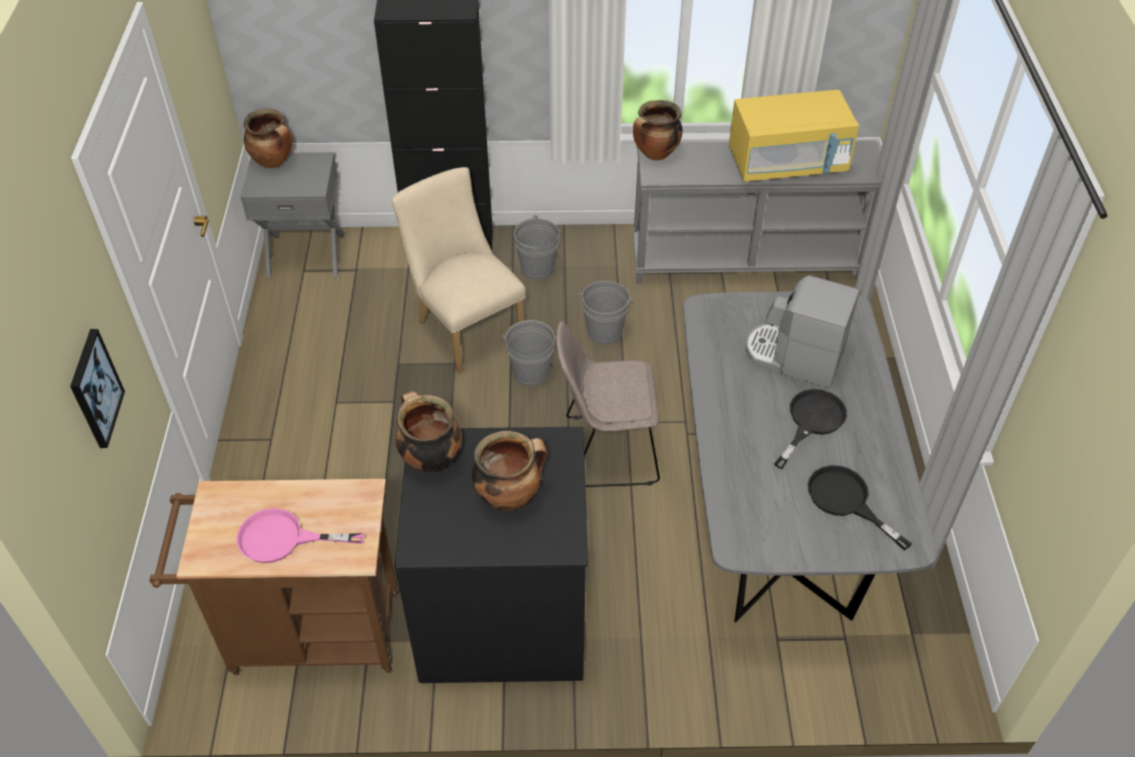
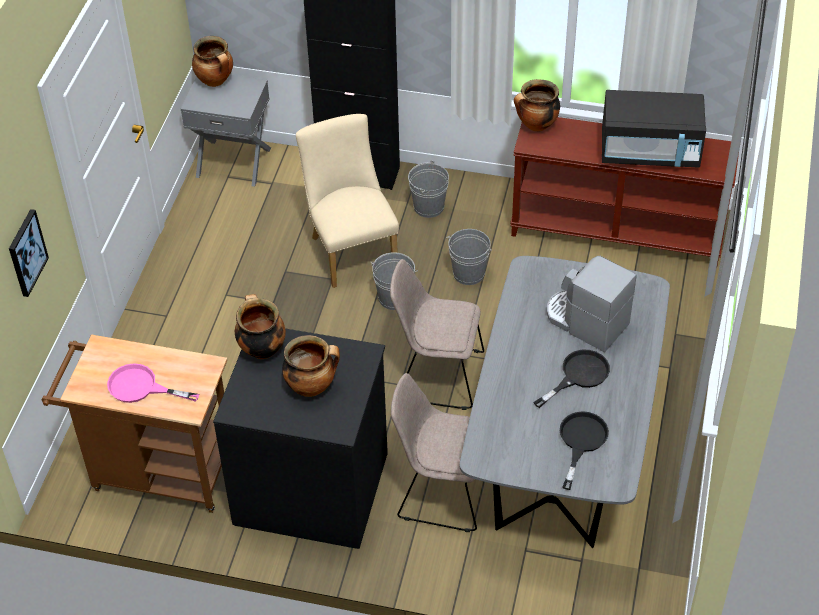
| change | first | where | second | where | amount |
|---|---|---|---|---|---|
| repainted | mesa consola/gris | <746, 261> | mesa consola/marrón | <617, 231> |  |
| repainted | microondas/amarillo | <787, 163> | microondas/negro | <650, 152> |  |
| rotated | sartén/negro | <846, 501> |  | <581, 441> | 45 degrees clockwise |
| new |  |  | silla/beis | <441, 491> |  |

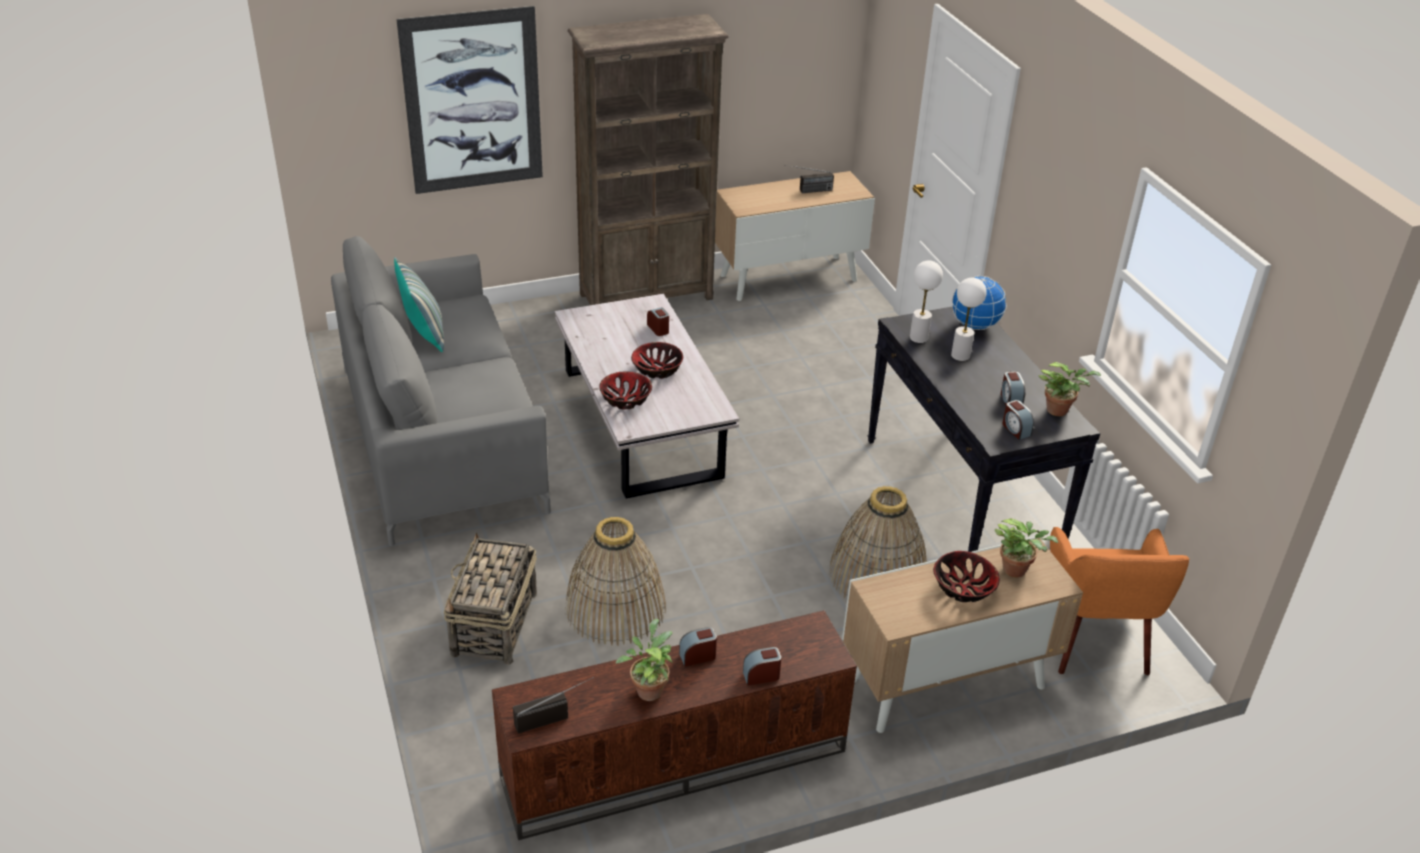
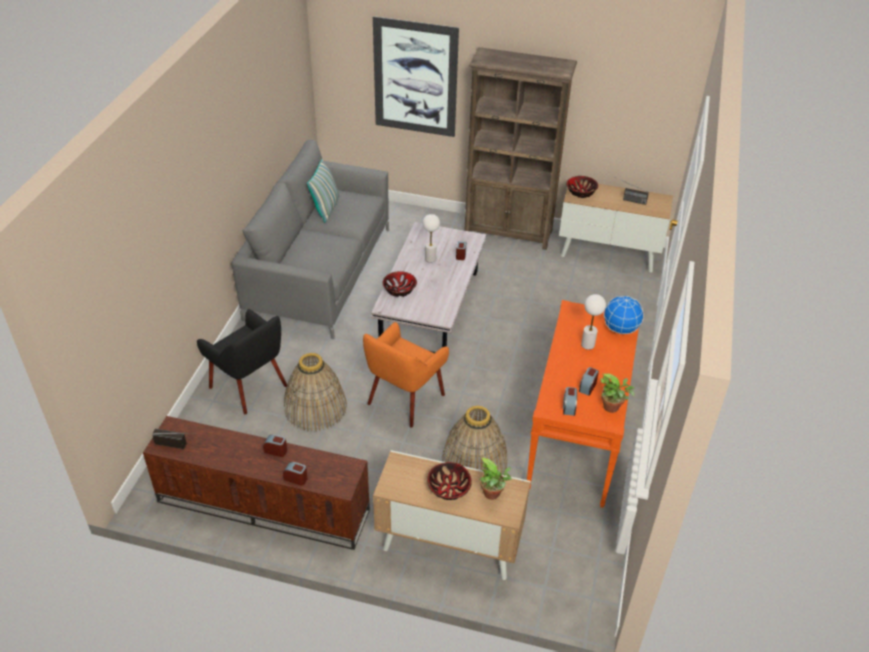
| change | first | where | second | where | amount |
|---|---|---|---|---|---|
| swapped | cesta | <494, 625> | sillón/negro | <249, 386> |  |
| gone | planta en maceta | <648, 689> |  |  |  |
| shifted | cuenco | <657, 370> |  | <580, 192> |  |
| repainted | mesa consola/negro | <961, 496> | mesa consola/naranja | <576, 439> |  |
| shifted | lámpara de mesa/blanco | <918, 338> |  | <430, 259> |  |
| shifted | sillón/naranja | <1094, 641> |  | <404, 399> |  |

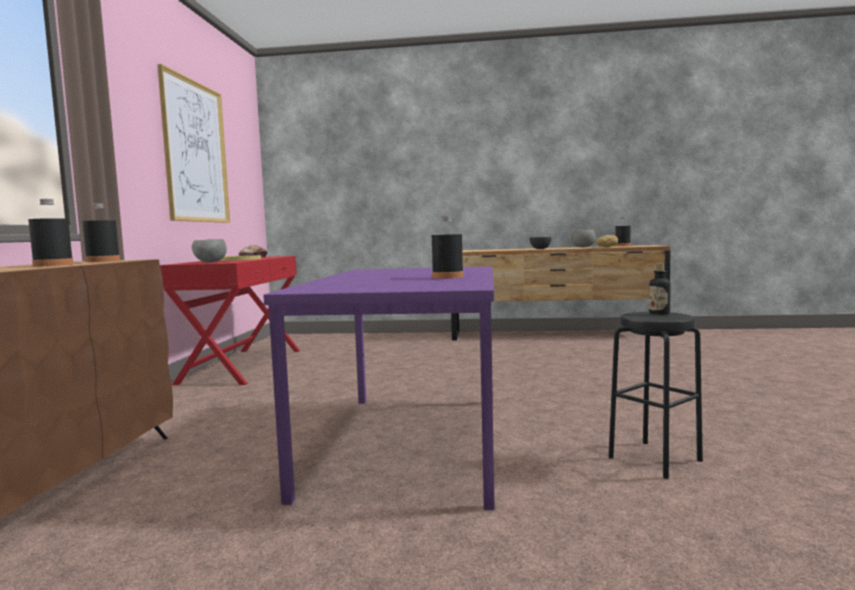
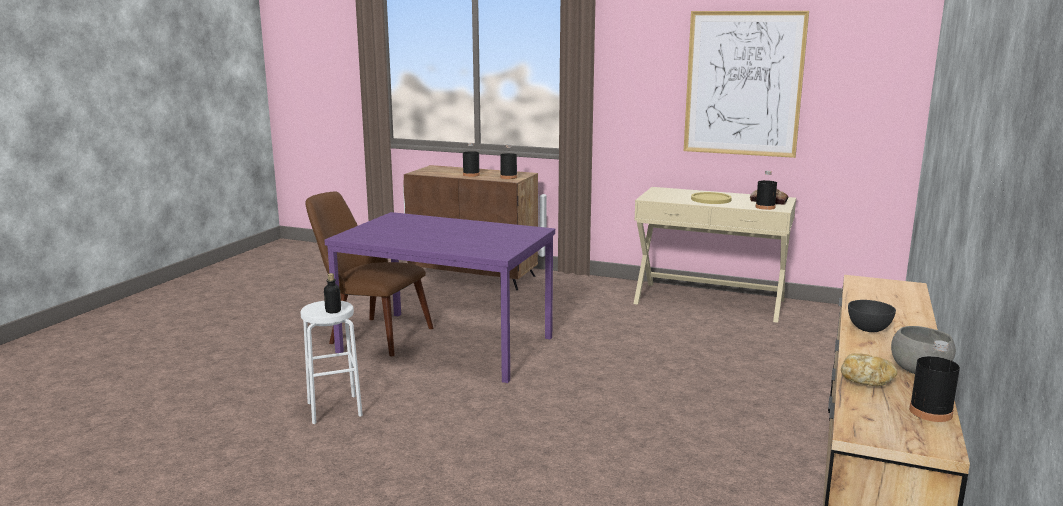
| change | first | where | second | where | amount |
|---|---|---|---|---|---|
| repainted | mesa consola/rojo | <243, 365> | mesa consola/beis | <709, 301> |  |
| gone | cuenco/gris | <211, 262> |  |  |  |
| shifted | botella/negro | <447, 277> |  | <765, 207> |  |
| repainted | taburete/negro | <654, 459> | taburete/blanco | <334, 409> |  |
| new |  |  | silla/marrón | <370, 334> |  |

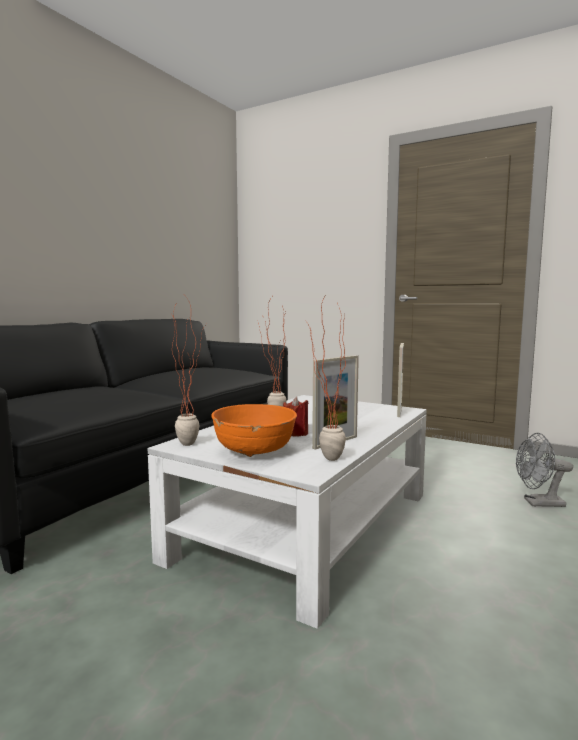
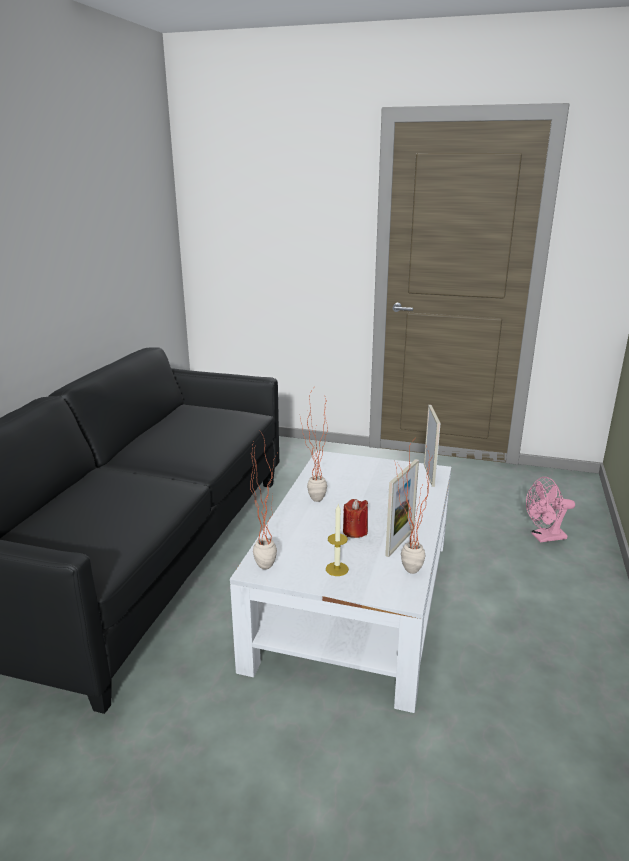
| change | first | where | second | where | amount |
|---|---|---|---|---|---|
| swapped | cuenco/naranja | <255, 451> | vela | <337, 569> |  |
| repainted | ventilador/gris | <538, 503> | ventilador/rosa | <544, 537> |  |

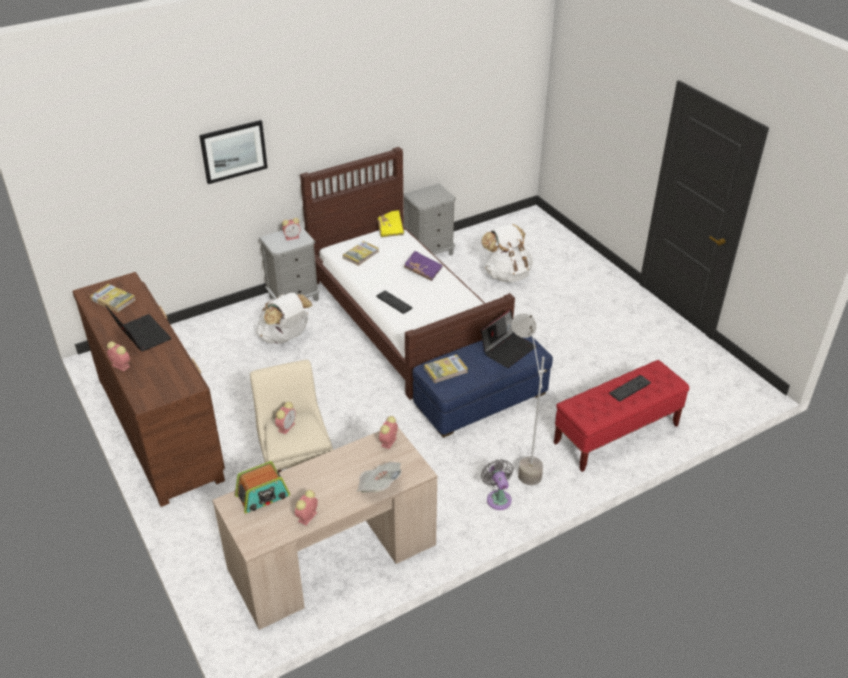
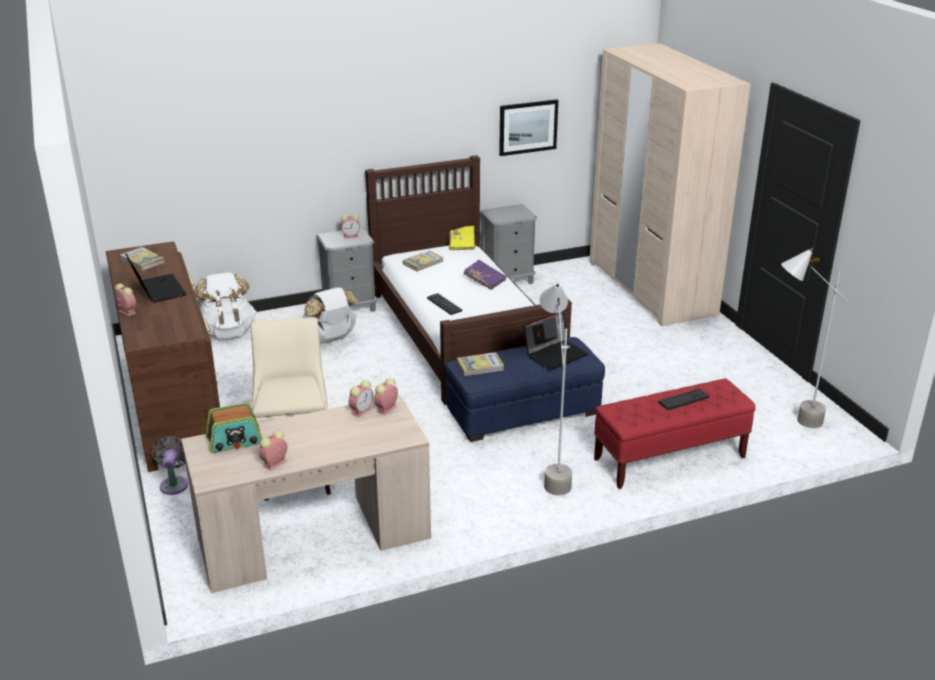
| change | first | where | second | where | amount |
|---|---|---|---|---|---|
| shifted | cuadro | <233, 151> |  | <528, 127> |  |
| shifted | despertador | <286, 426> |  | <361, 410> |  |
| gone | periódico | <378, 485> |  |  |  |
| shifted | mochila/blanco | <507, 274> |  | <228, 331> |  |
| shifted | ventilador/gris | <498, 498> |  | <174, 484> |  |
| new |  |  | armario ropero/beis | <650, 287> |  |
| new |  |  | lámpara de pie/gris | <789, 422> |  |

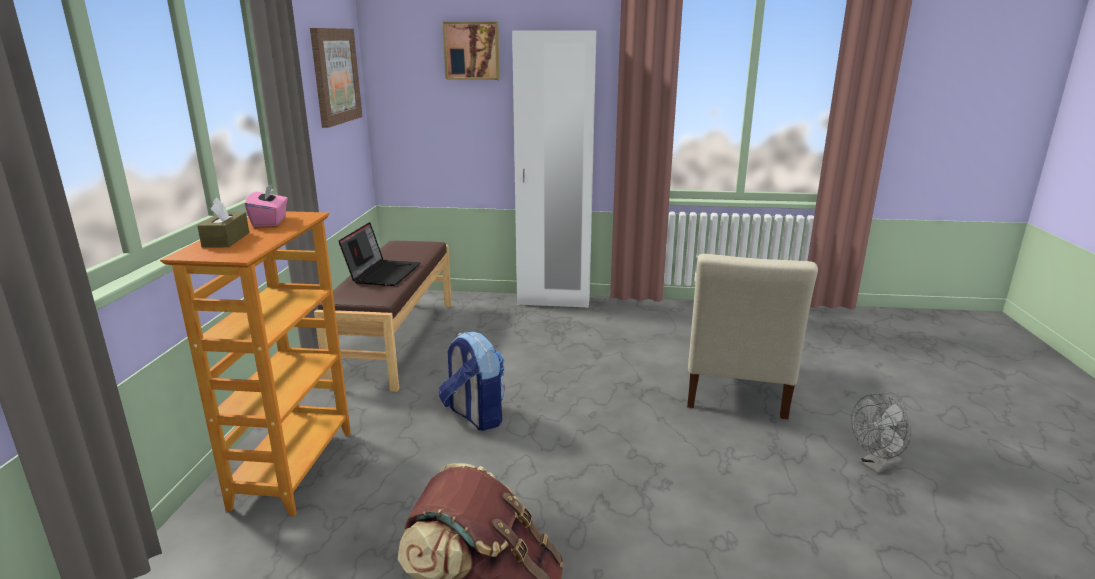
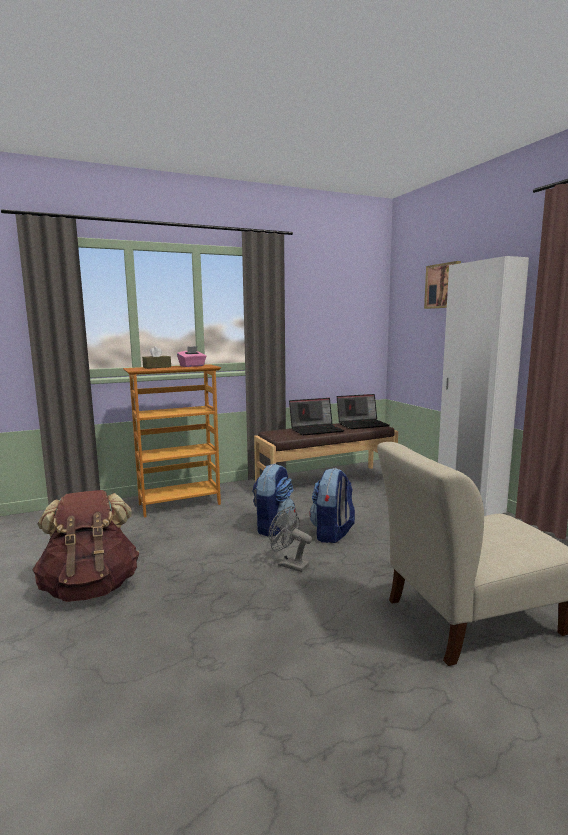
| change | first | where | second | where | amount |
|---|---|---|---|---|---|
| gone | cuadro | <335, 76> |  |  |  |
| shifted | ventilador/gris | <876, 466> |  | <289, 564> |  |
| new |  |  | mochila | <332, 534> |  |
| new |  |  | portátil | <363, 424> |  |

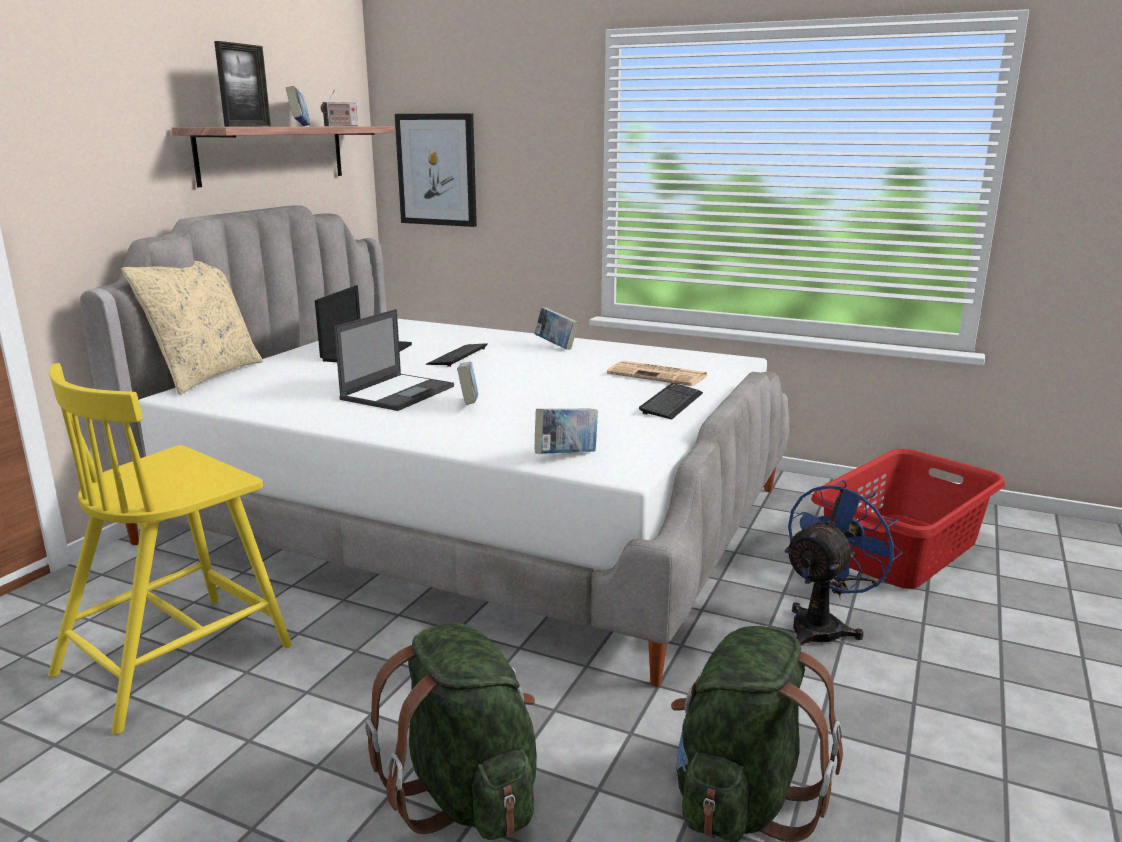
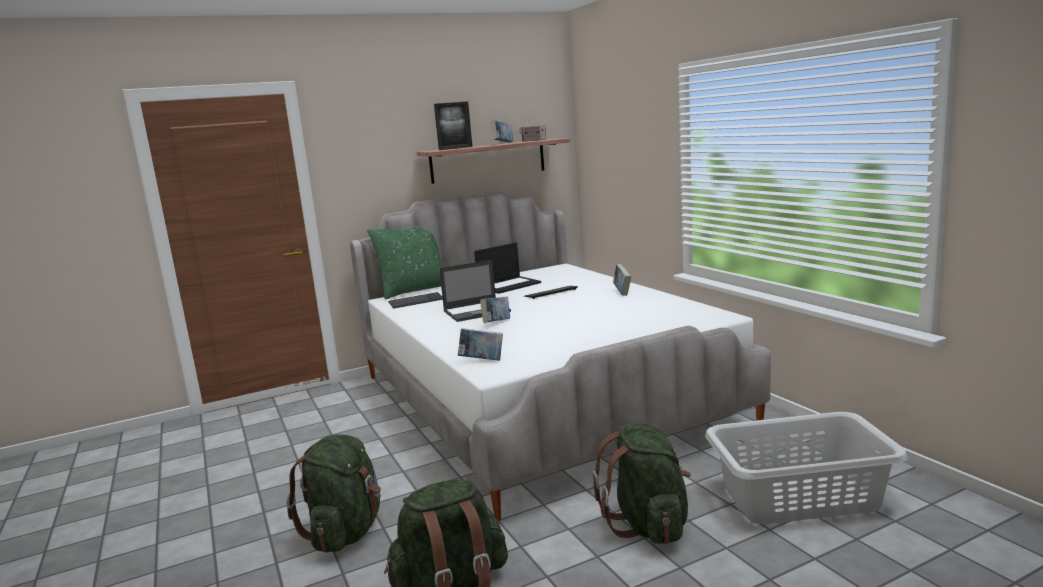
| change | first | where | second | where | amount |
|---|---|---|---|---|---|
| gone | silla/amarillo | <177, 657> |  |  |  |
| repainted | cojín/beis | <205, 376> | cojín/verde | <413, 290> |  |
| gone | cuadro | <437, 170> |  |  |  |
| gone | periódico | <659, 375> |  |  |  |
| shifted | teclado | <671, 403> |  | <416, 302> |  |
| swapped | ventilador/azul | <823, 626> | mochila/verde | <648, 524> |  |
| repainted | cesto de la ropa/rojo | <903, 550> | cesto de la ropa/gris | <801, 497> |  |

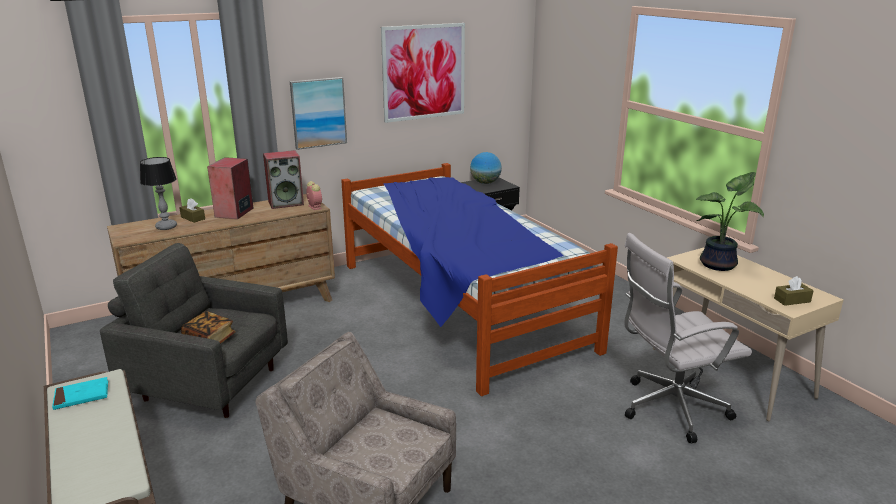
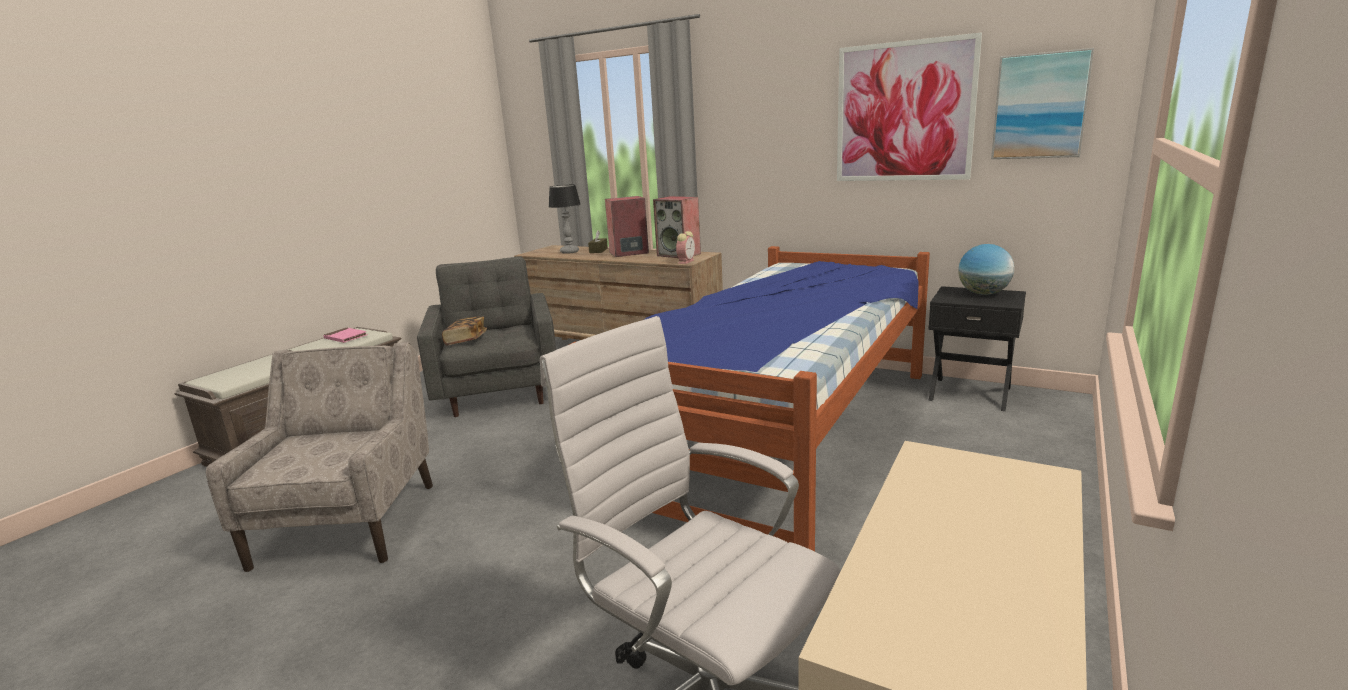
| change | first | where | second | where | amount |
|---|---|---|---|---|---|
| repainted | libro/turquesa | <81, 396> | libro/rosa | <346, 337> |  |
| shifted | cuadro | <318, 112> |  | <1040, 106> |  |
| gone | planta en maceta | <720, 265> |  |  |  |
| gone | caja de pañuelos/marrón | <792, 300> |  |  |  |

